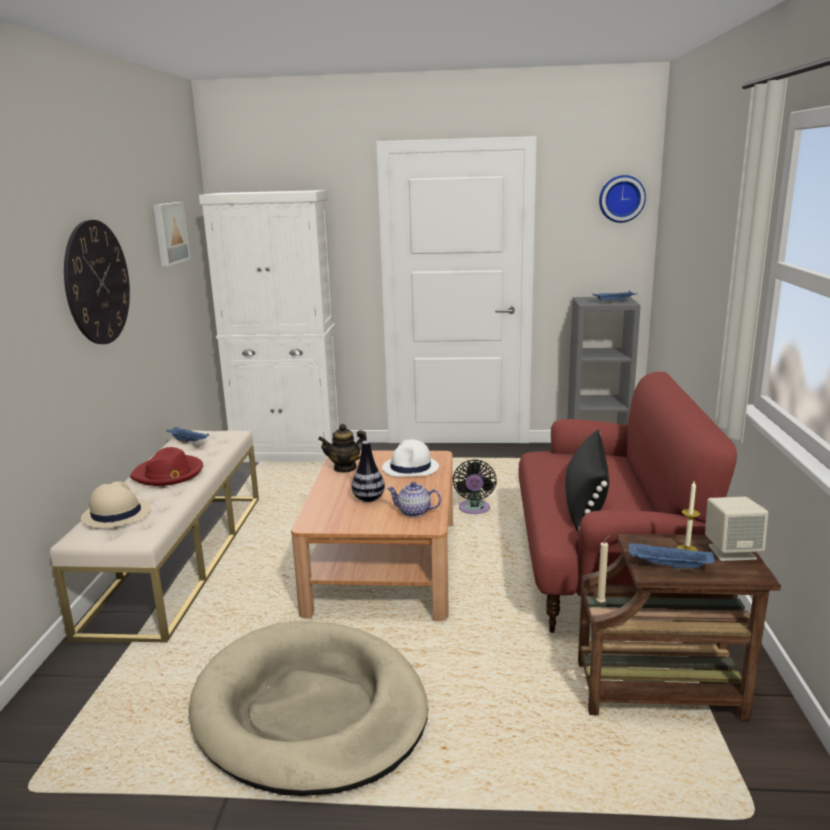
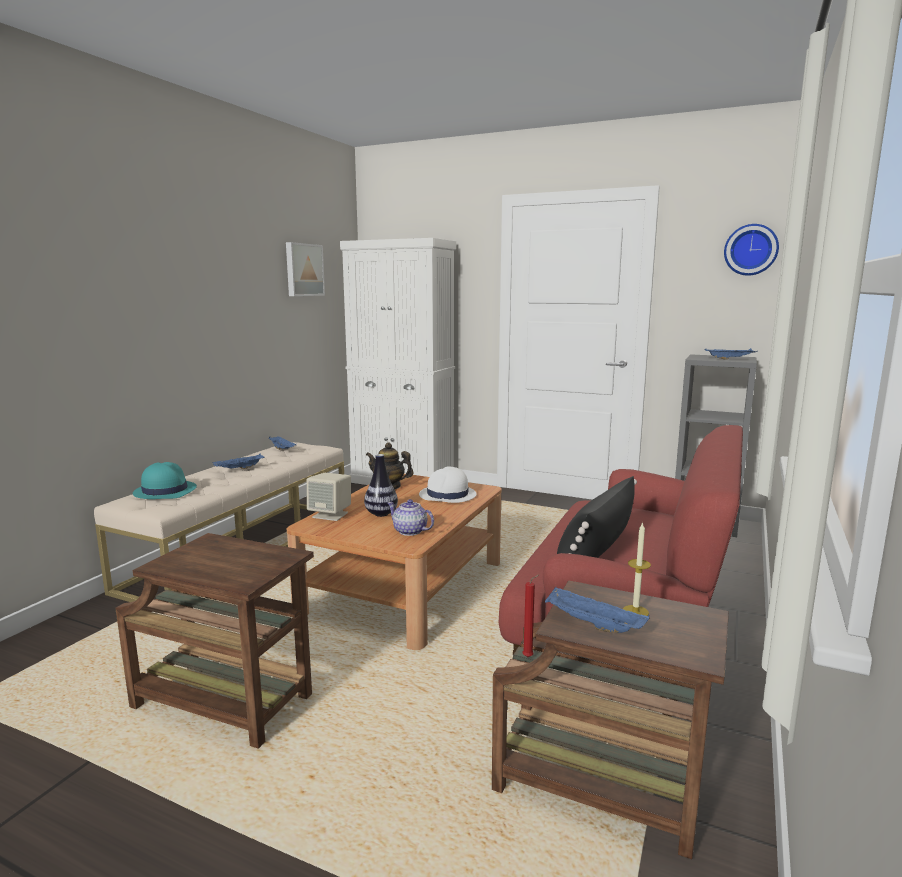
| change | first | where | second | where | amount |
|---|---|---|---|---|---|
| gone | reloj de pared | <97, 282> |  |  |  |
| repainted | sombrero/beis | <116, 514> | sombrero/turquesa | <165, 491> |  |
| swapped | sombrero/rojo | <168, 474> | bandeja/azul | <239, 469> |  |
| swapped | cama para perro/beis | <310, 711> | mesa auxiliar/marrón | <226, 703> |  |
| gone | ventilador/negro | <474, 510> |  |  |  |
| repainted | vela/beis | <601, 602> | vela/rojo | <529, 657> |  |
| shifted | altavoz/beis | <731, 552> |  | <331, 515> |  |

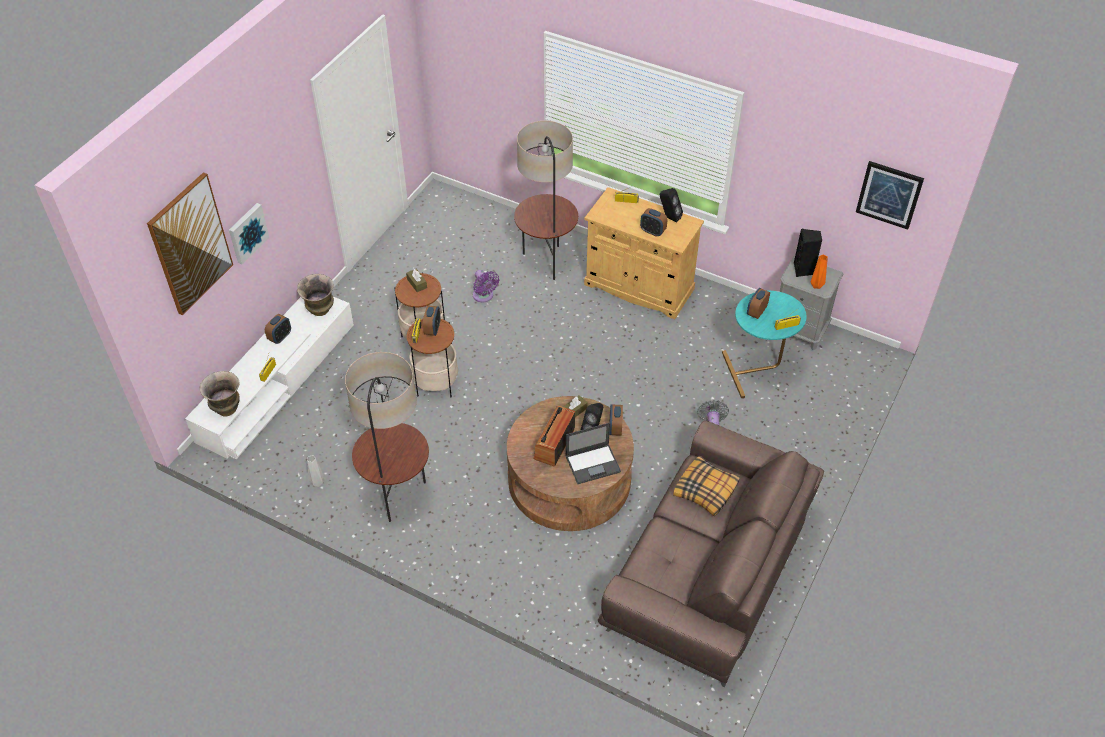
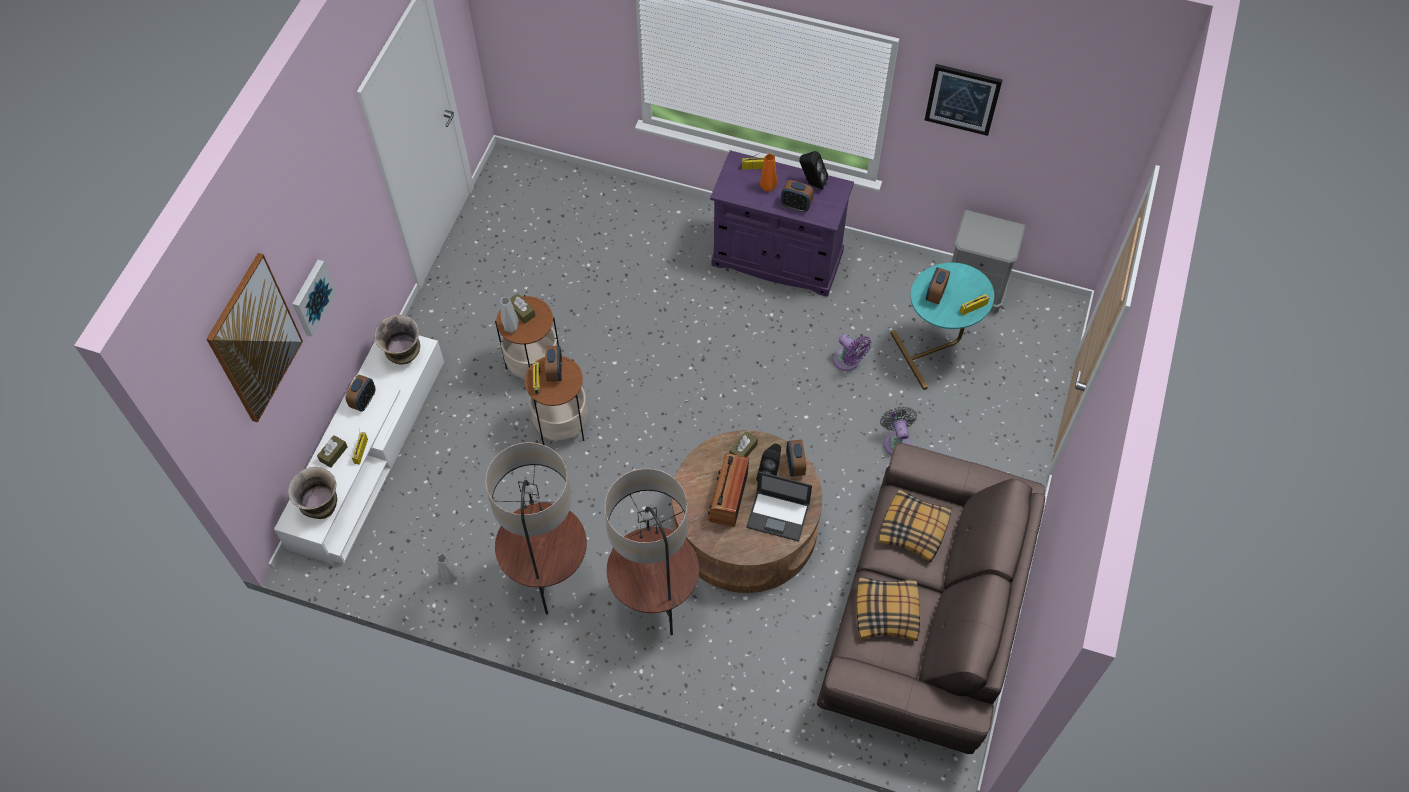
| change | first | where | second | where | amount |
|---|---|---|---|---|---|
| shifted | ventilador/morado | <484, 296> |  | <848, 362> |  |
| shifted | lámpara de pie | <546, 262> |  | <655, 605> |  |
| rotated | portátil | <593, 463> |  | <779, 515> | 45 degrees clockwise |
| repainted | armario/beis | <639, 287> | armario/morado | <777, 259> |  |
| gone | altavoz/negro | <803, 270> |  |  |  |
| shifted | florero/naranja | <815, 285> |  | <767, 187> |  |
| shifted | cuadro | <889, 194> |  | <962, 99> |  |
| new |  |  | caja de pañuelos/marrón | <333, 454> |  |
| new |  |  | florero/gris | <511, 328> |  |
| new |  |  | cojín | <887, 612> |  |

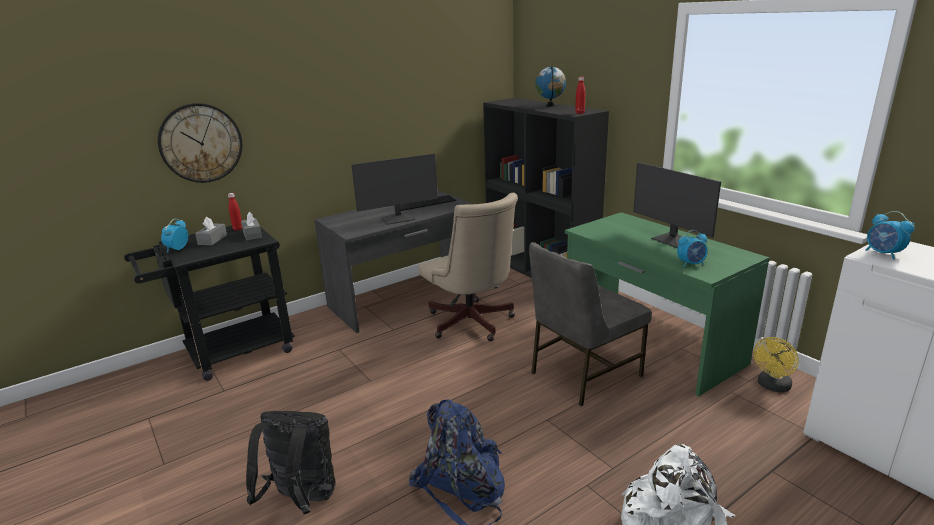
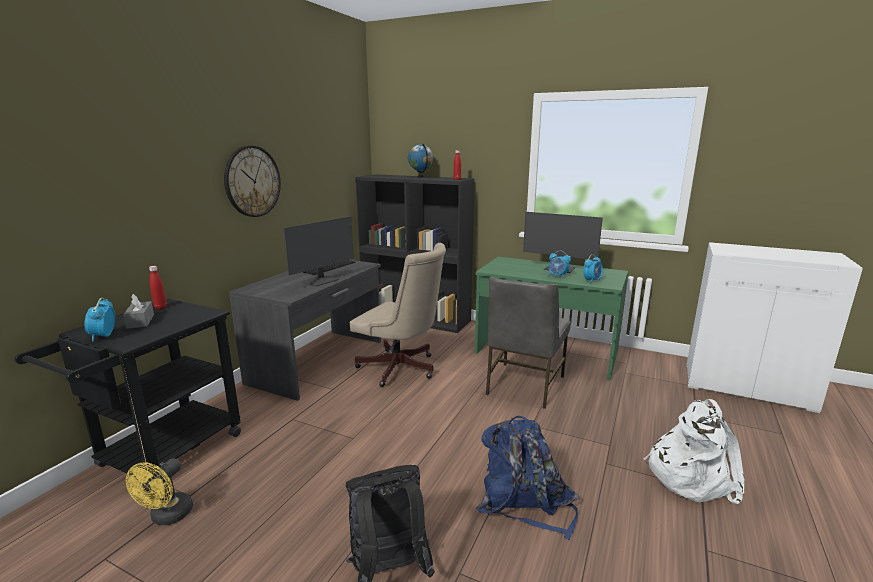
| change | first | where | second | where | amount |
|---|---|---|---|---|---|
| shifted | reloj de pared | <201, 143> |  | <252, 181> |  |
| gone | caja de pañuelos/gris | <252, 234> |  |  |  |
| shifted | ventilador/amarillo | <772, 386> |  | <167, 517> |  |
| shifted | despertador | <883, 254> |  | <557, 276> |  |

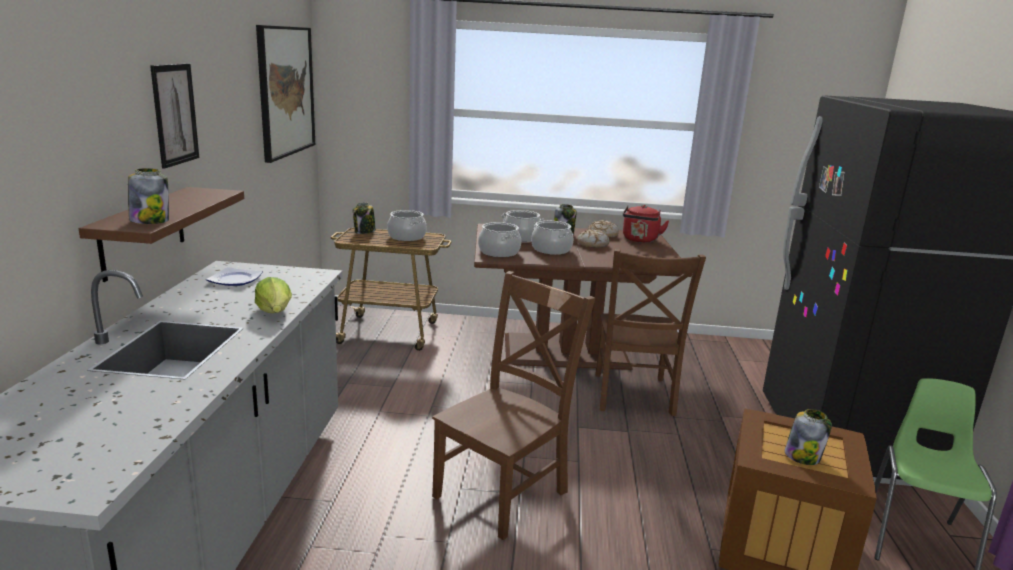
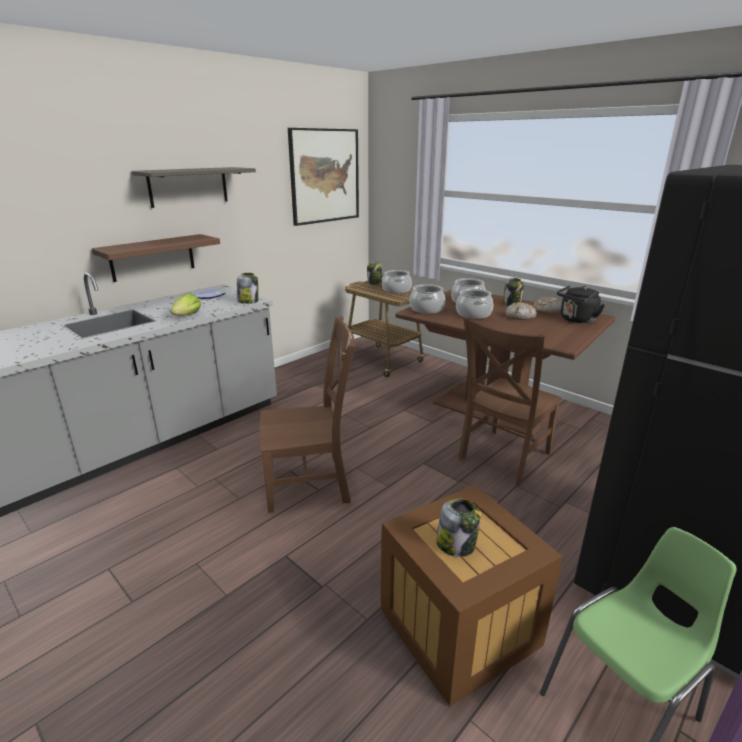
| change | first | where | second | where | amount |
|---|---|---|---|---|---|
| shifted | tarro | <150, 221> |  | <248, 301> |  |
| swapped | cuadro | <175, 114> | estante | <188, 186> |  |
| repainted | hervidor/rojo | <640, 240> | hervidor/negro | <576, 320> |  |

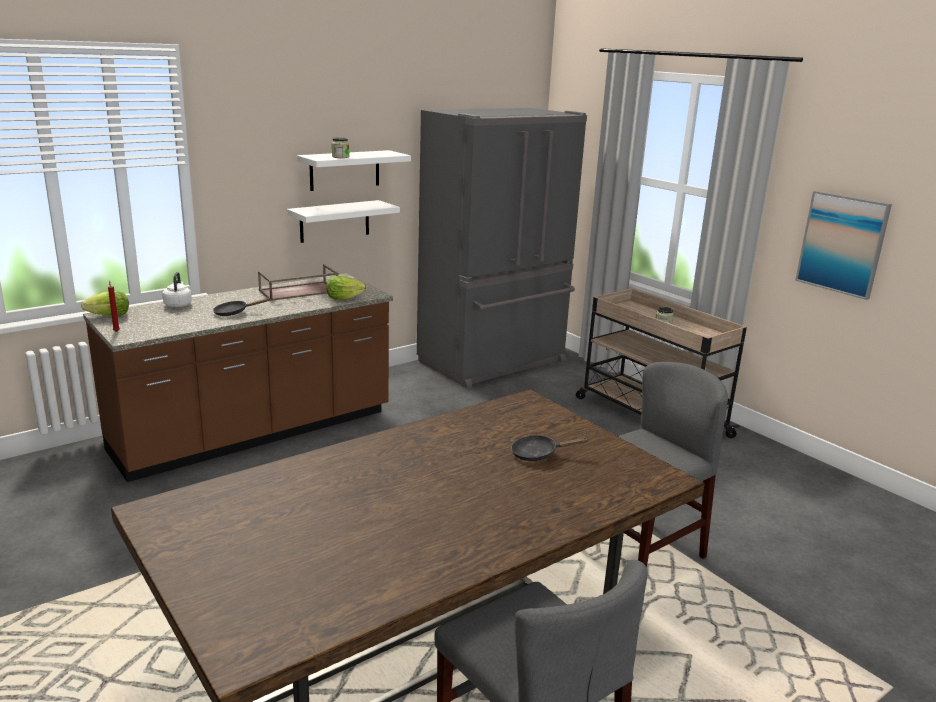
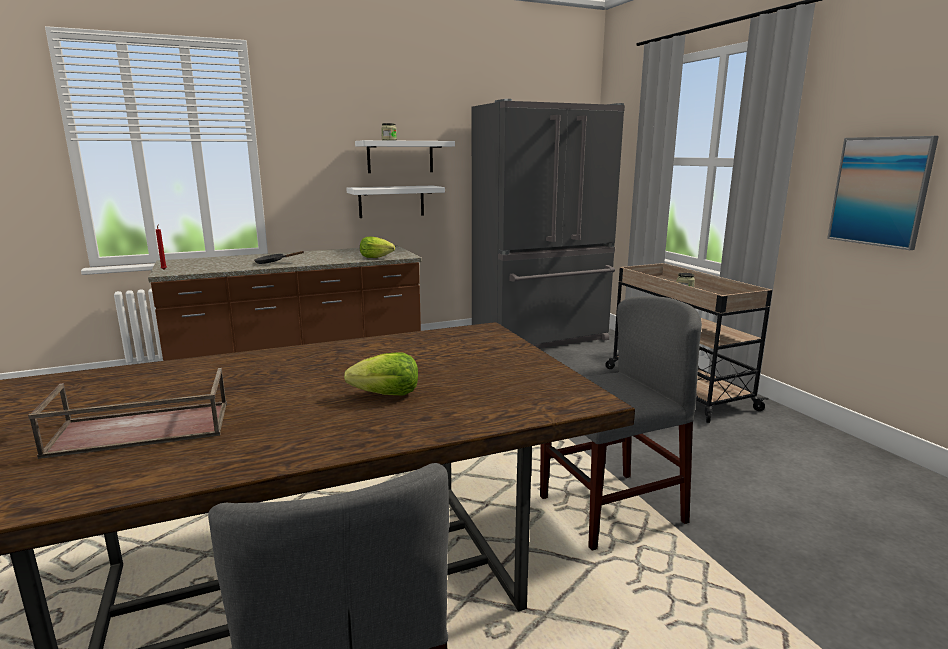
| change | first | where | second | where | amount |
|---|---|---|---|---|---|
| shifted | lechuga | <110, 316> |  | <387, 395> |  |
| gone | hervidor/blanco | <178, 304> |  |  |  |
| shifted | bandeja/marrón | <298, 291> |  | <139, 430> |  |
| gone | sartén/negro | <538, 454> |  |  |  |

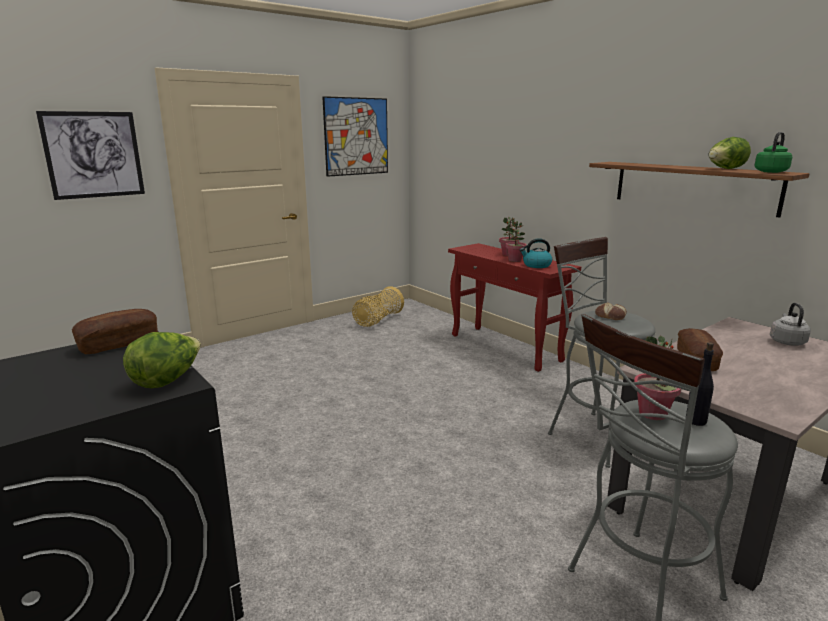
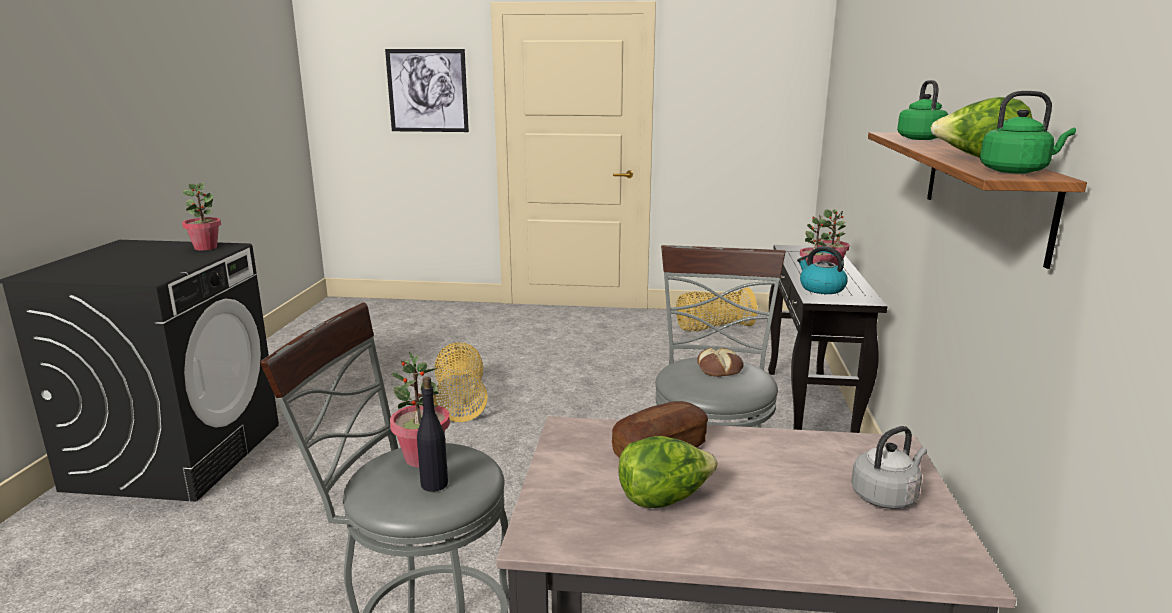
| change | first | where | second | where | amount |
|---|---|---|---|---|---|
| swapped | pan | <119, 344> | planta en maceta | <206, 247> |  |
| shifted | lechuga | <167, 380> |  | <664, 499> |  |
| gone | cuadro | <356, 136> |  |  |  |
| repainted | mesa consola/rojo | <506, 348> | mesa consola/negro | <809, 410> |  |
| new |  |  | cesta | <461, 401> |  |
| new |  |  | hervidor/verde | <919, 138> |  |

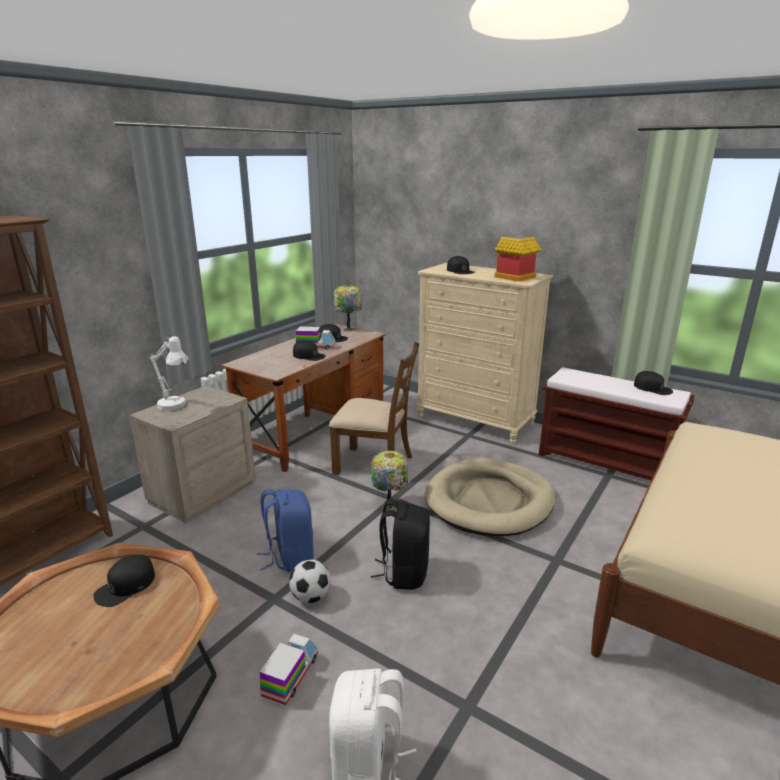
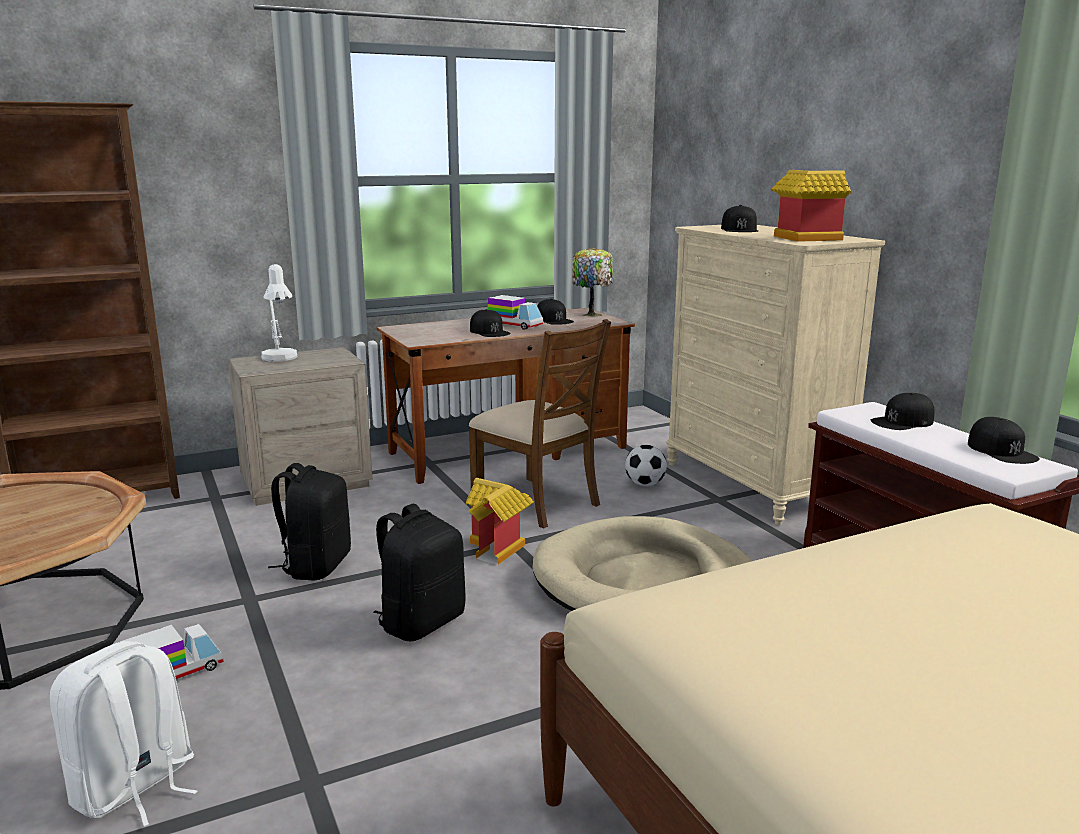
| change | first | where | second | where | amount |
|---|---|---|---|---|---|
| shifted | gorra/negro | <125, 586> |  | <903, 421> |  |
| repainted | mochila/azul | <289, 556> | mochila/negro | <316, 566> |  |
| shifted | balón de fútbol | <311, 597> |  | <645, 484> |  |
| swapped | lámpara de mesa | <390, 505> | casita | <499, 548> |  |

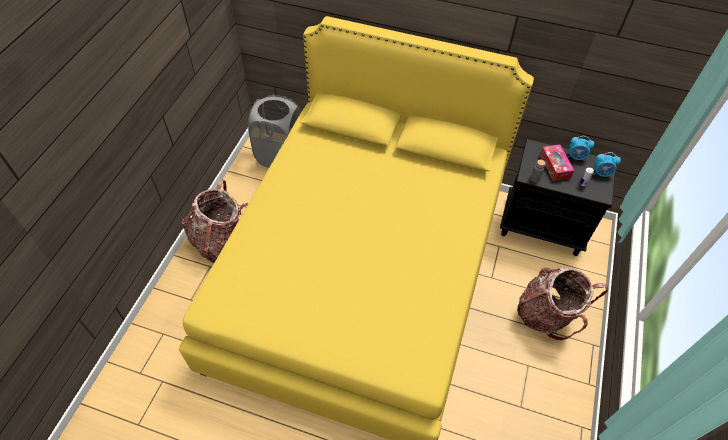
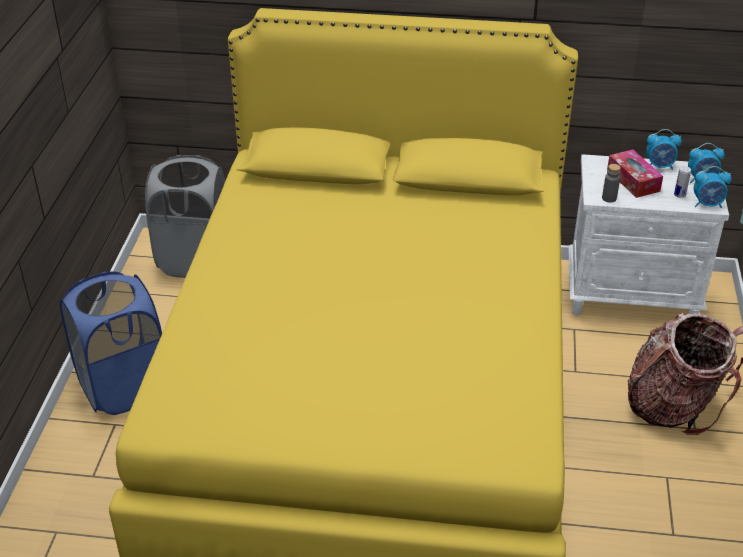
| change | first | where | second | where | amount |
|---|---|---|---|---|---|
| swapped | mochila | <220, 241> | cesto de la ropa/azul | <124, 387> |  |
| repainted | mesita de noche/negro | <543, 226> | mesita de noche/blanco | <632, 295> |  |
| new |  |  | despertador | <707, 204> |  |

